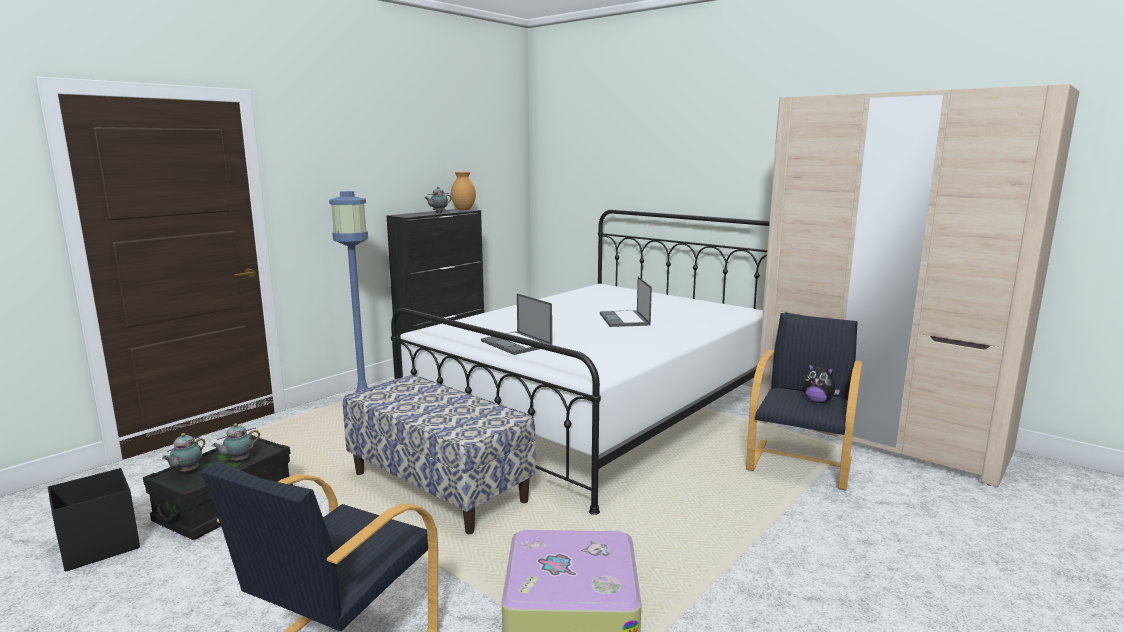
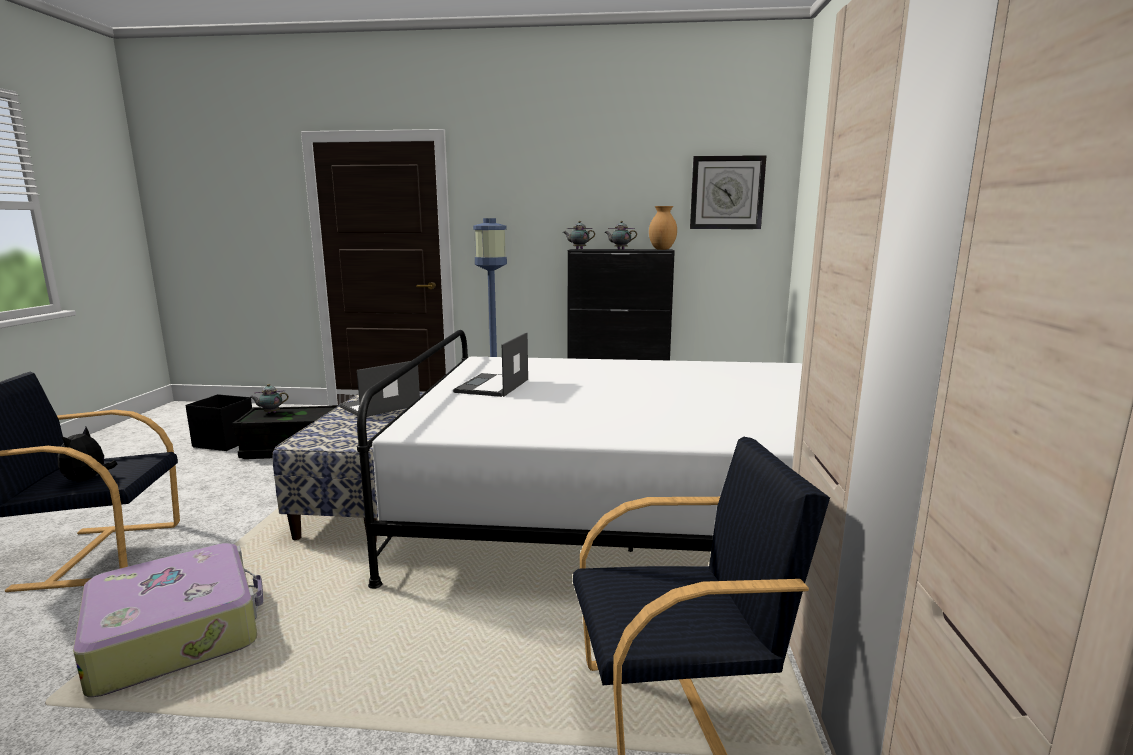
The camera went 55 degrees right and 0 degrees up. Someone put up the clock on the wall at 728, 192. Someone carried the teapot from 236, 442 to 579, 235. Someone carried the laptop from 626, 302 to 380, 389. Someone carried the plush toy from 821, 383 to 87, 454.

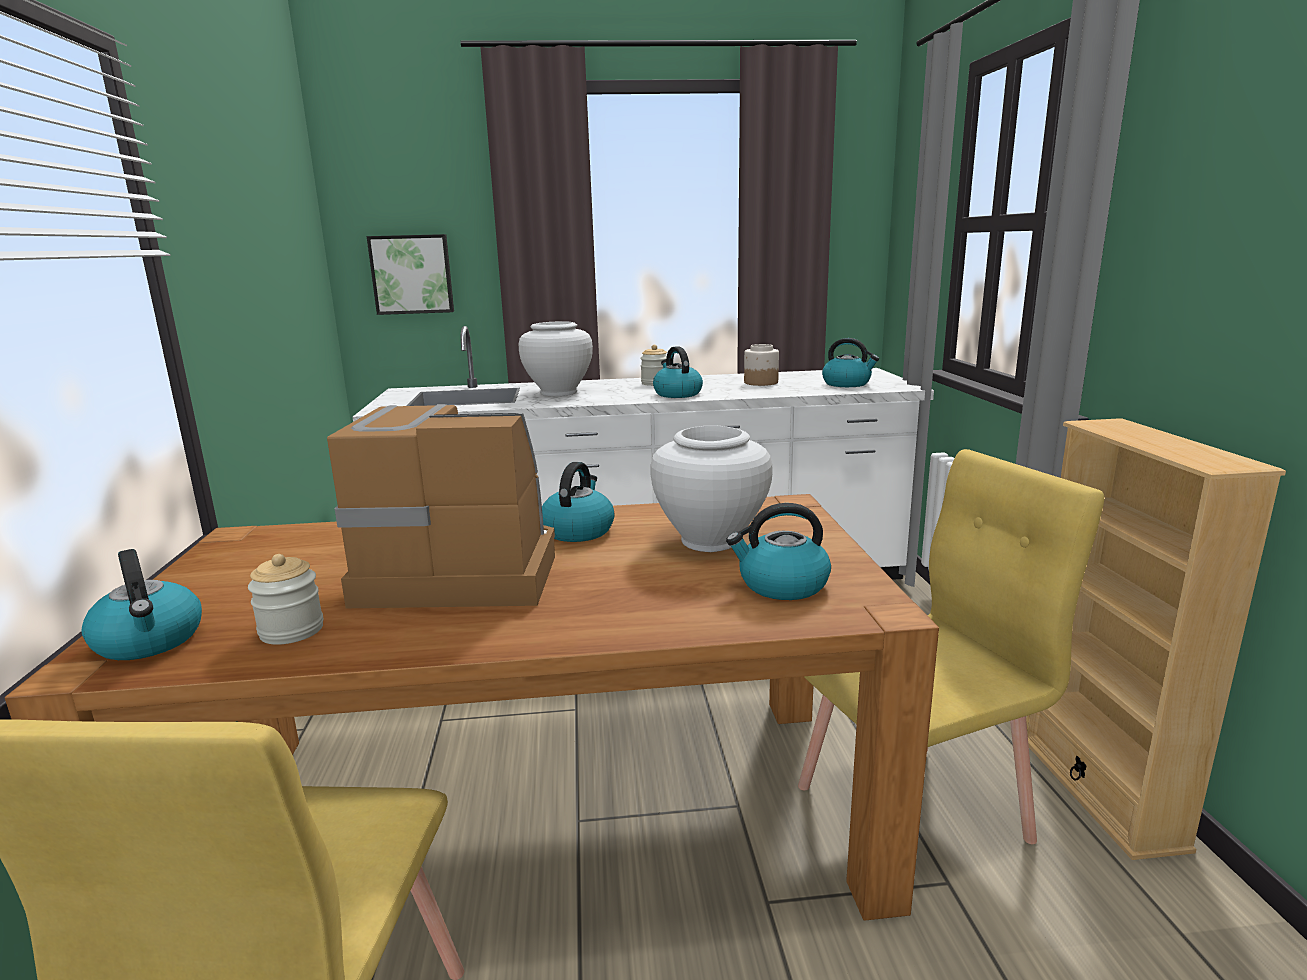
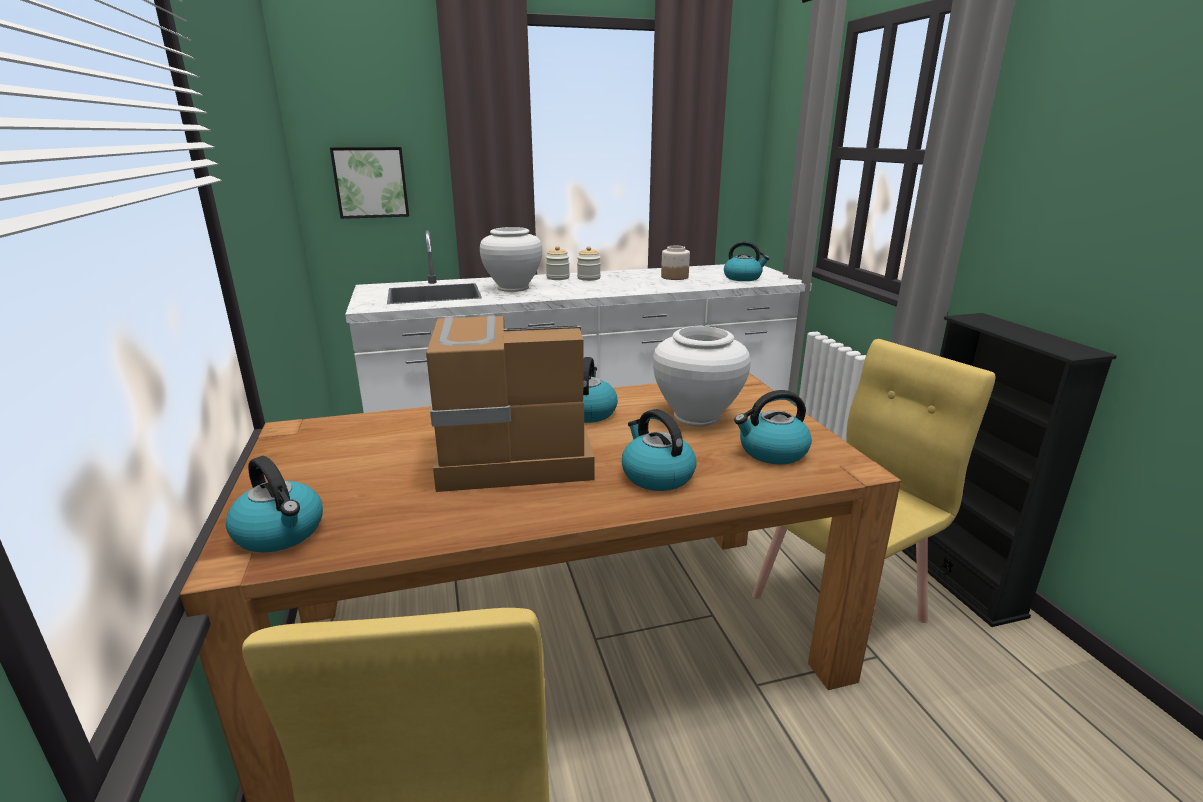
The camera went 10 degrees left and 5 degrees up. Someone carried the storage jar from 286, 599 to 558, 263. Someone carried the kettle from 678, 372 to 659, 450. Someone repainted the sand-coloured shelving unit at 1156, 639, which became the blackish shelving unit at 1009, 470.

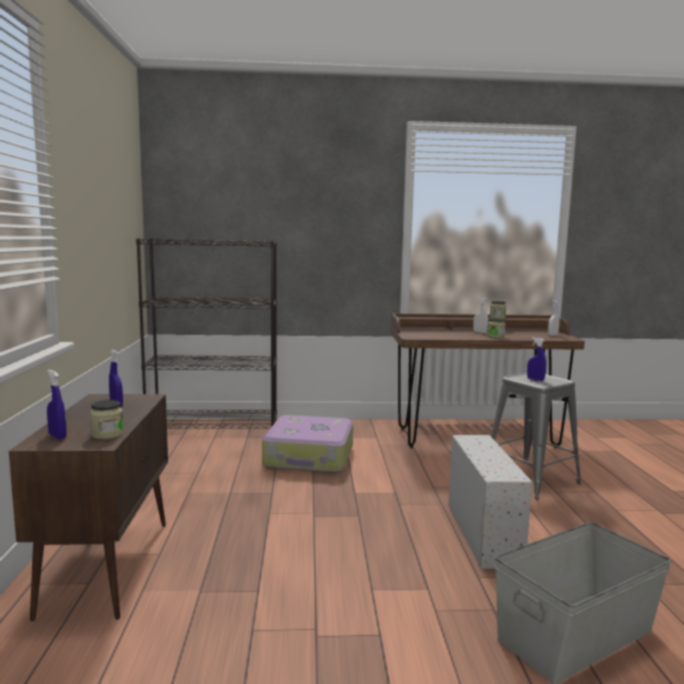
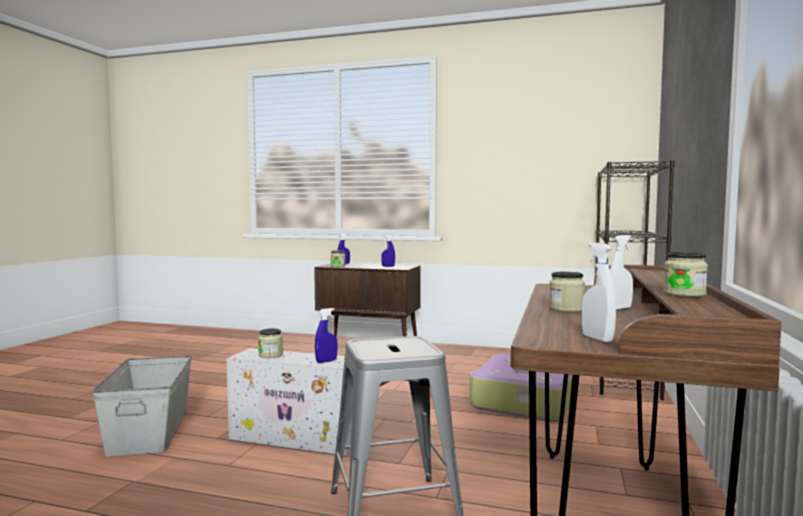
The camera went 110 degrees right and 5 degrees down. Someone put down the storage jar at 270, 343. Someone carried the blue spray bottle from 536, 359 to 326, 335.

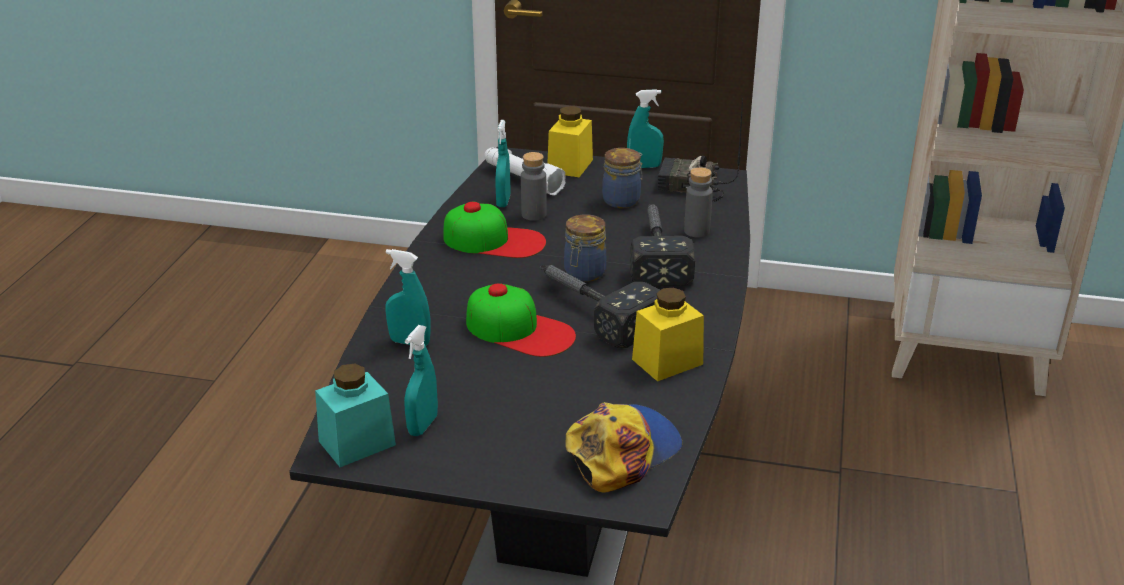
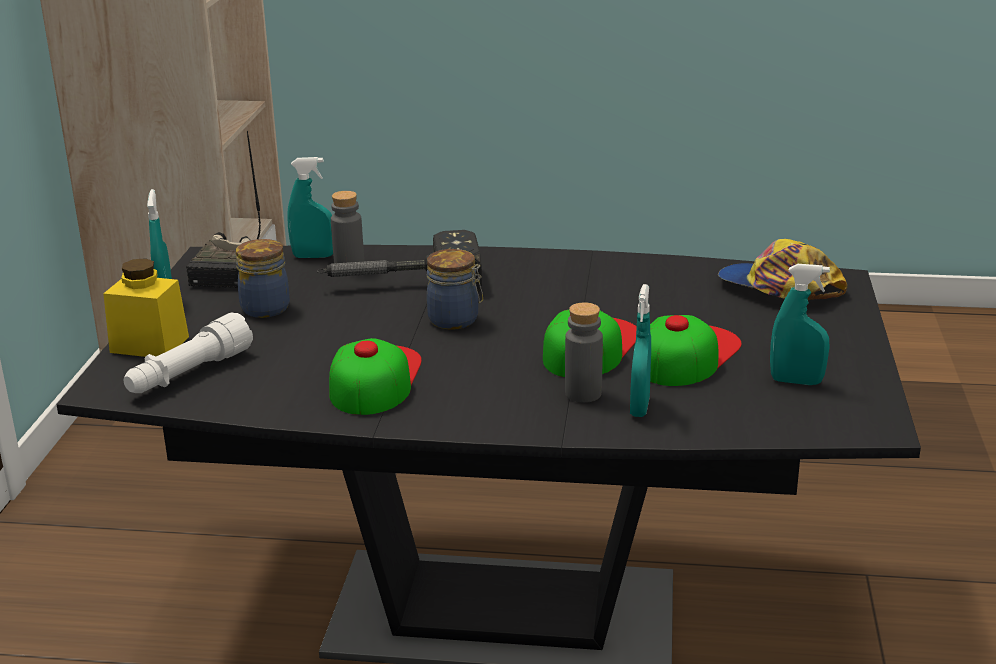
The camera went 95 degrees left and 5 degrees down. Someone took away the blue-green storage jar at 355, 415. Someone took away the hand hammer at 600, 306. Someone took away the yellow-coloured storage jar at 668, 335. Someone put down the peaked cap at 696, 350. Someone carried the blue-green spray bottle from 503, 163 to 310, 207. Someone carried the grey beverage bottle from 534, 186 to 584, 352.

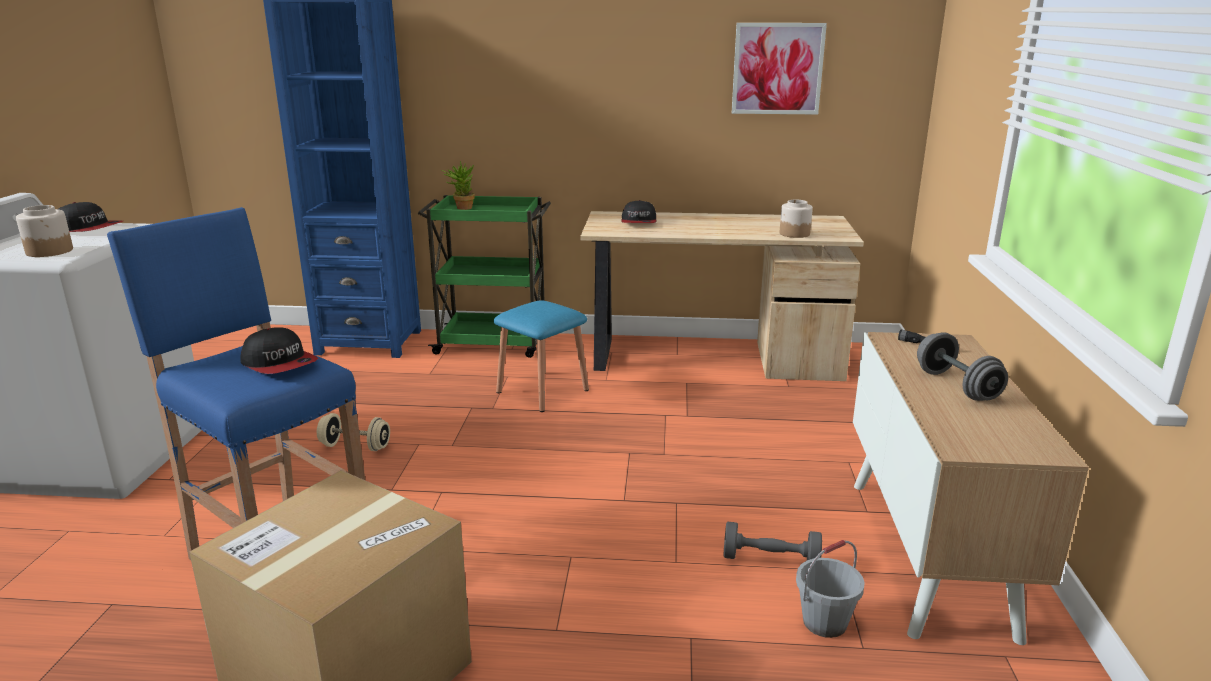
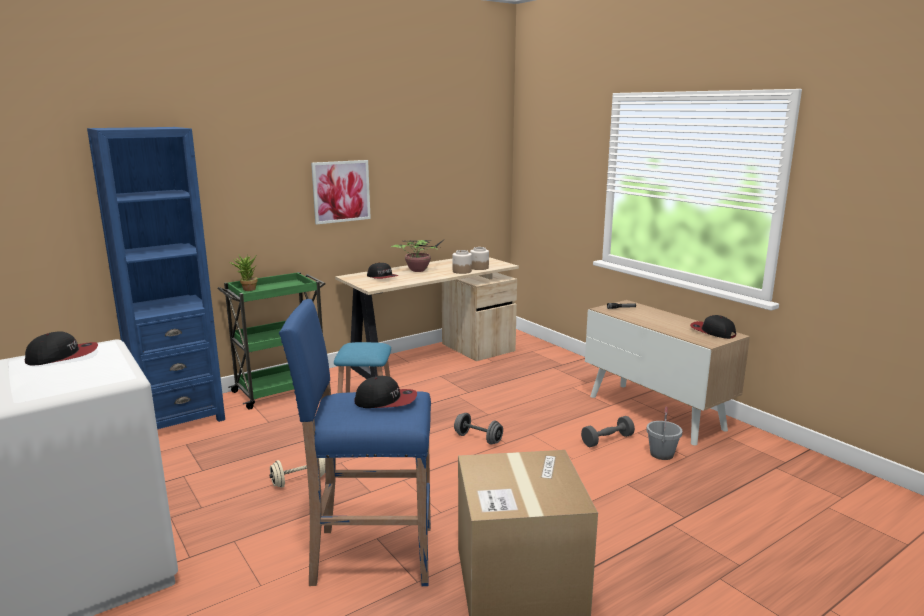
The camera went 40 degrees left and 5 degrees down. Someone put down the houseplant at 416, 256. Someone put down the peaked cap at 713, 327. Someone carried the storage jar from 44, 231 to 462, 262. Someone carried the picture from 779, 68 to 341, 192. Someone carried the grey hand weight from 962, 366 to 478, 429.

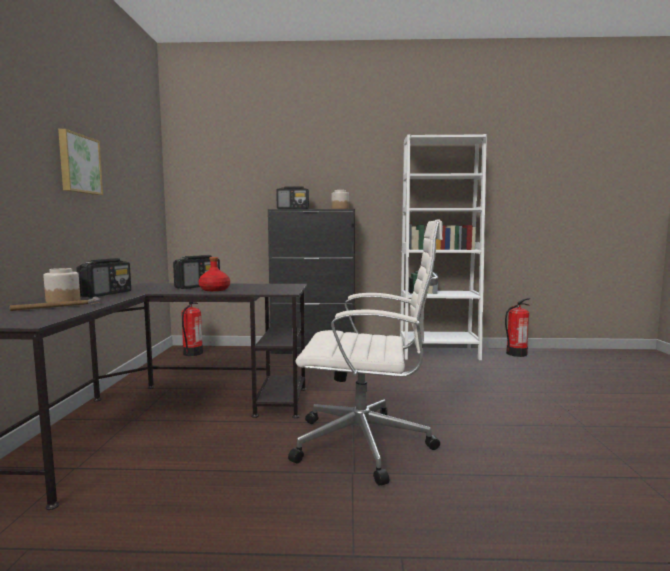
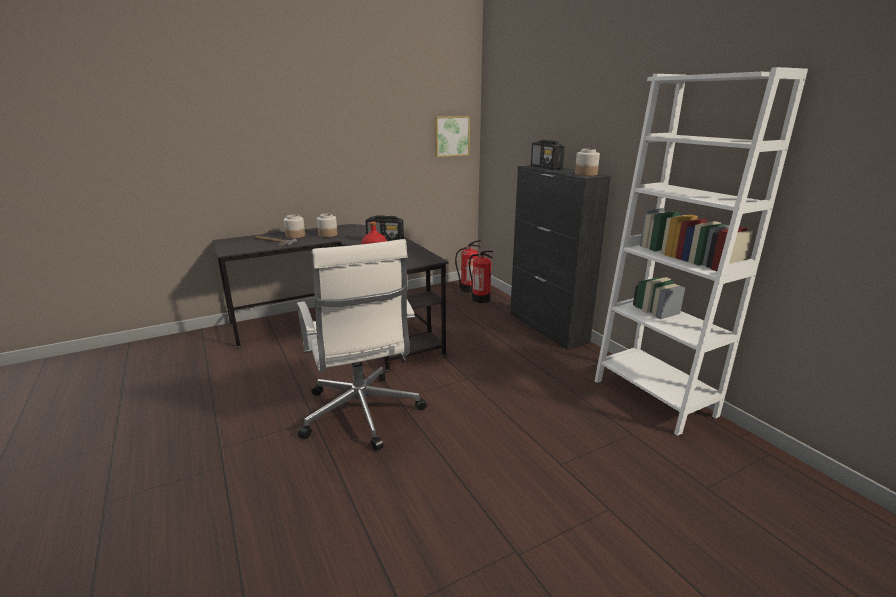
The camera went 60 degrees right and 15 degrees up. Someone carried the picture from 80, 162 to 452, 136. Someone carried the fire extinguisher from 517, 327 to 481, 276. Someone swapped the radio at 103, 278 for the storage jar at 327, 225.

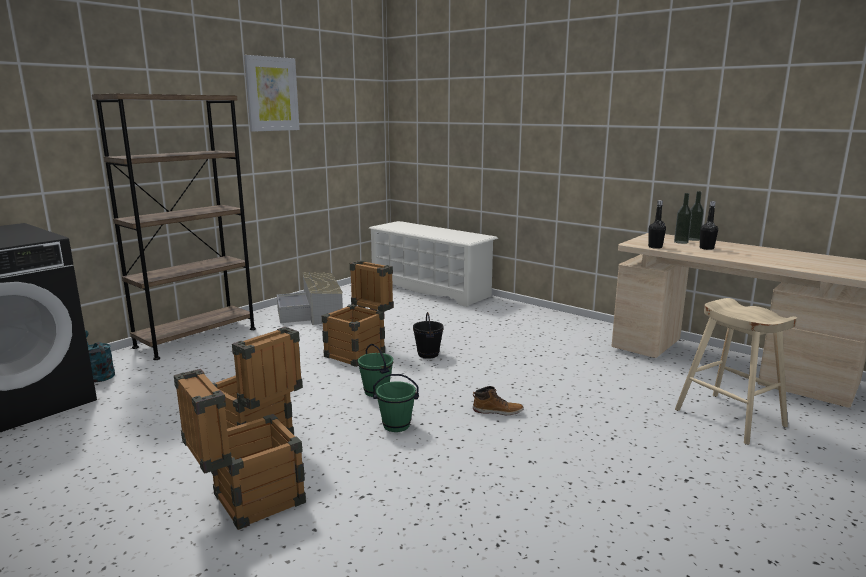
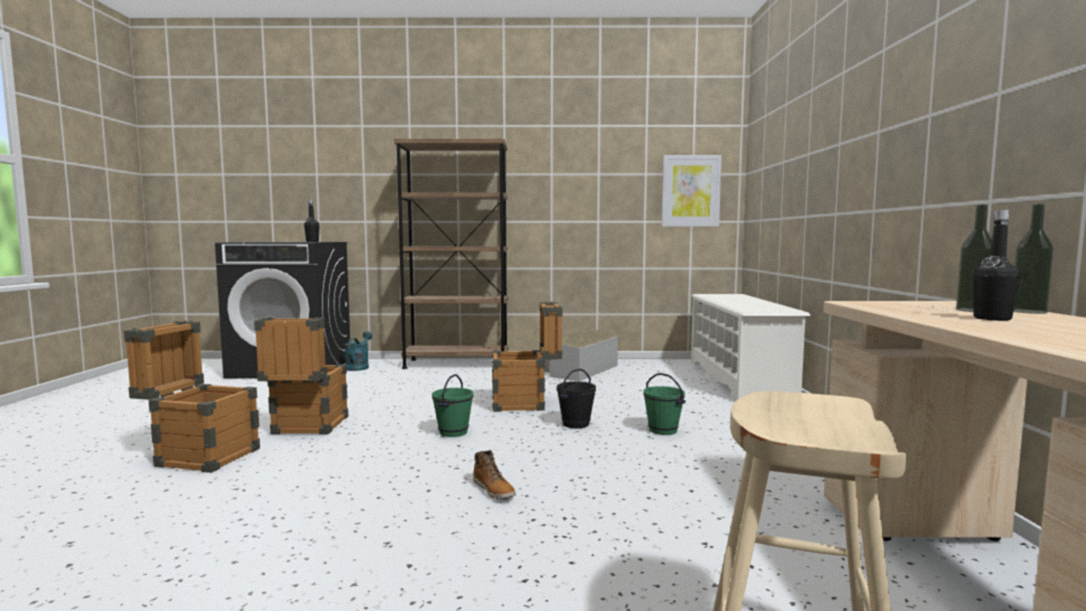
The camera went 50 degrees right and 10 degrees down. Someone carried the picture from 272, 93 to 692, 191. Someone carried the green bucket from 396, 403 to 664, 404. Someone carried the blackish beverage bottle from 657, 224 to 312, 221.

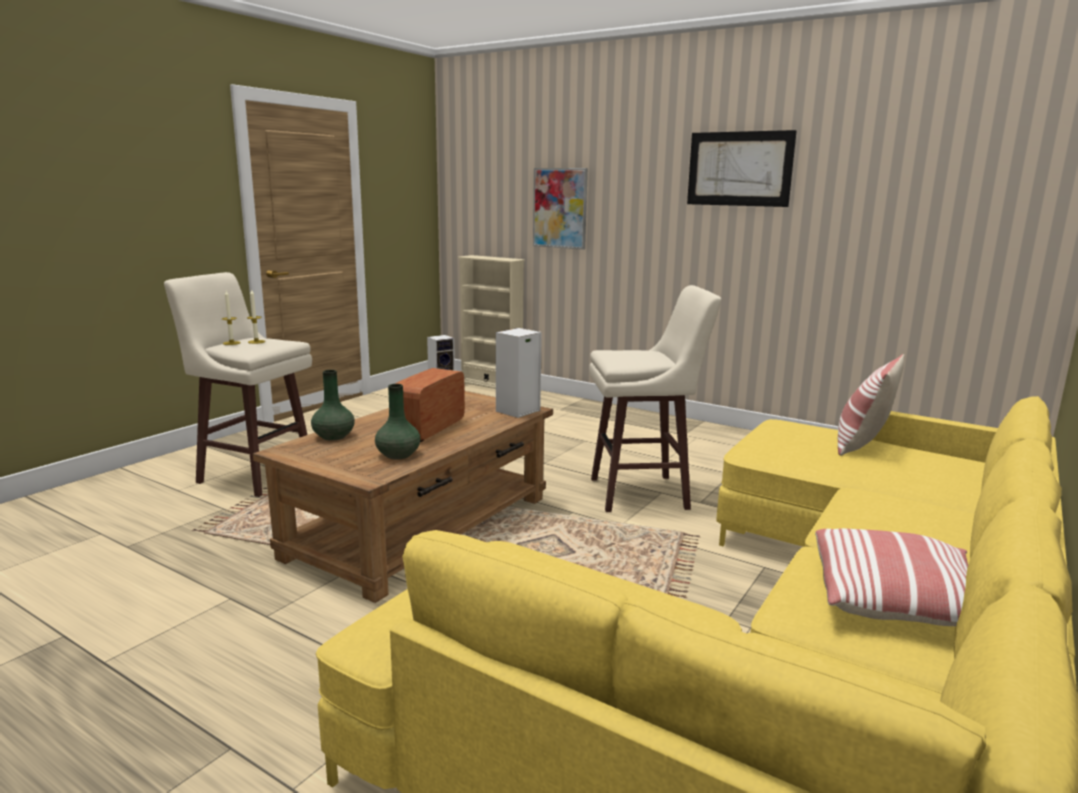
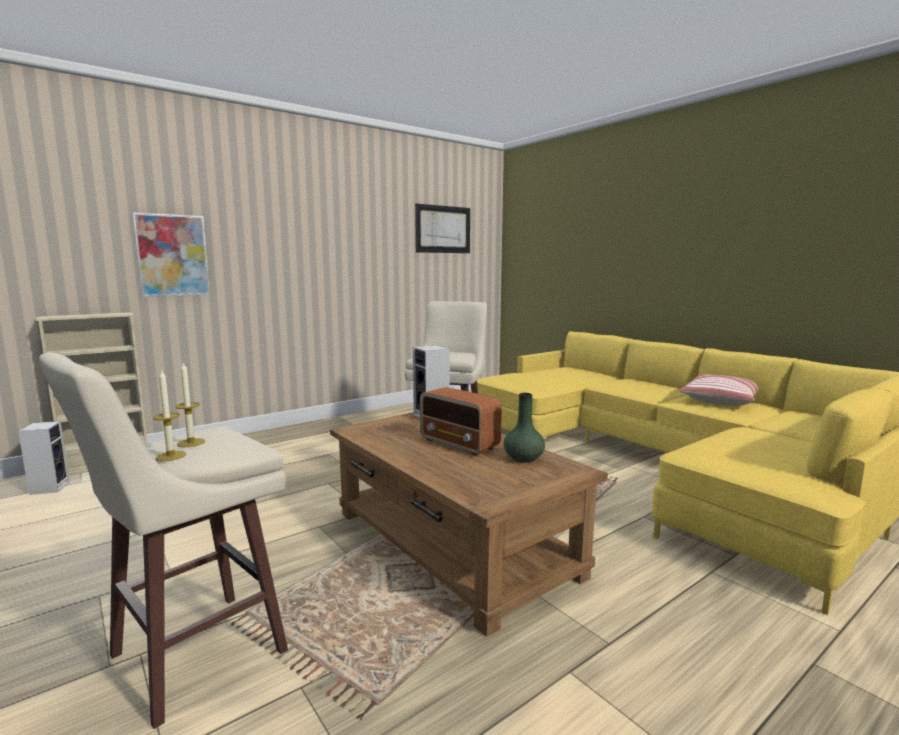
The camera went 70 degrees left and 5 degrees down. Someone took away the green flower vase at 333, 405. Someone took away the throw pillow at 871, 405. Someone carried the picture from 742, 168 to 442, 228.

